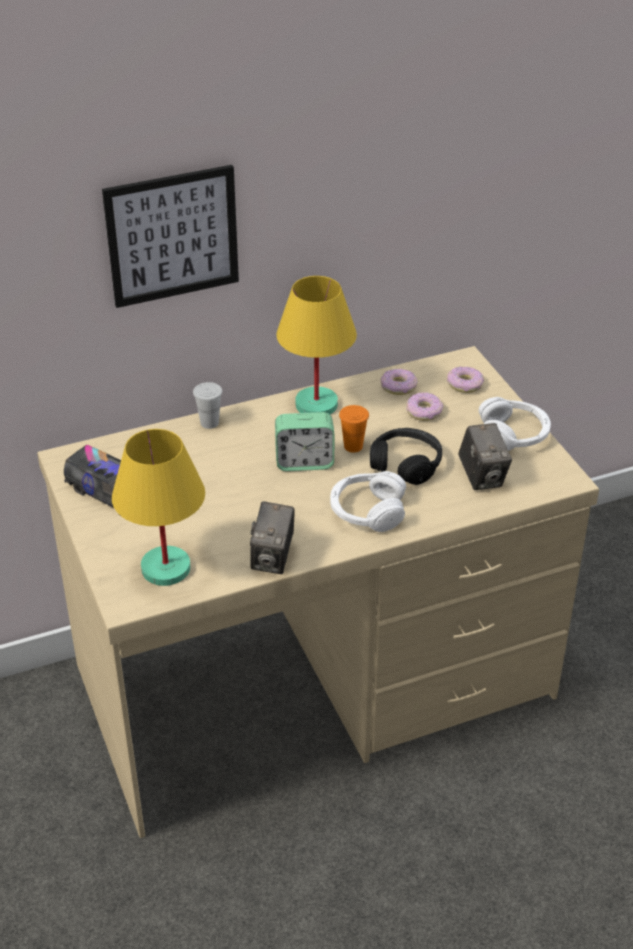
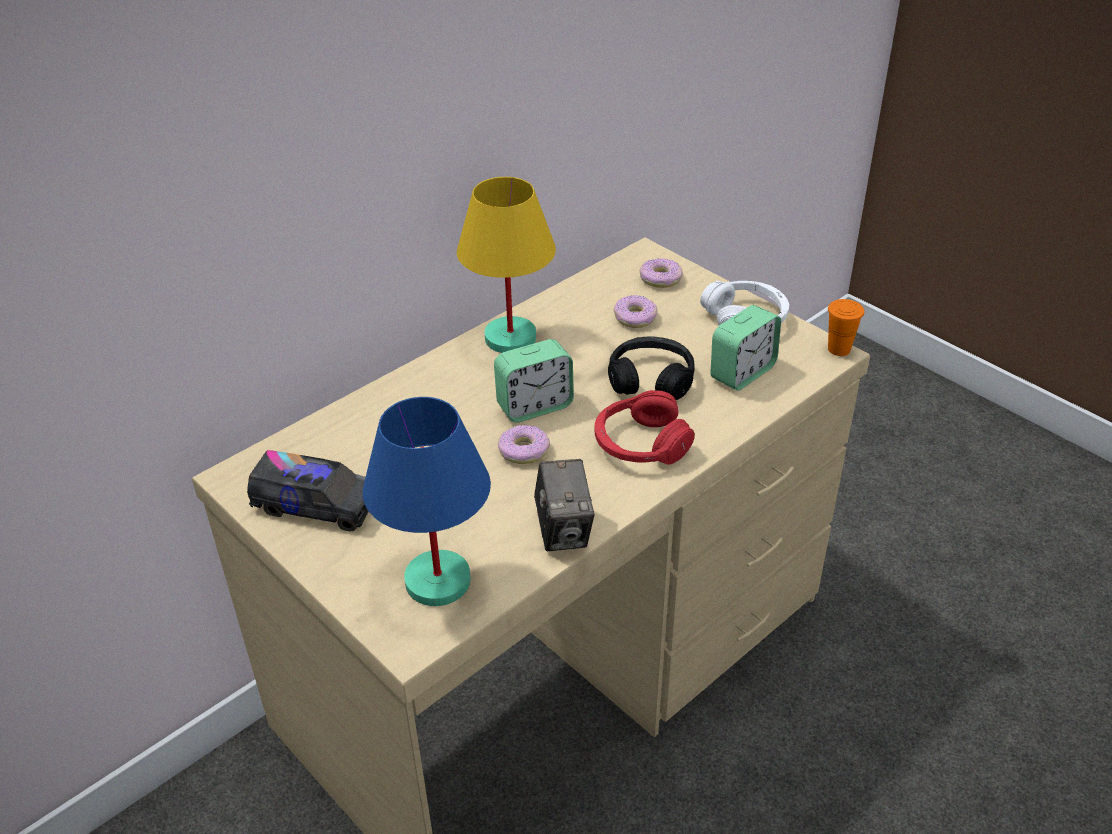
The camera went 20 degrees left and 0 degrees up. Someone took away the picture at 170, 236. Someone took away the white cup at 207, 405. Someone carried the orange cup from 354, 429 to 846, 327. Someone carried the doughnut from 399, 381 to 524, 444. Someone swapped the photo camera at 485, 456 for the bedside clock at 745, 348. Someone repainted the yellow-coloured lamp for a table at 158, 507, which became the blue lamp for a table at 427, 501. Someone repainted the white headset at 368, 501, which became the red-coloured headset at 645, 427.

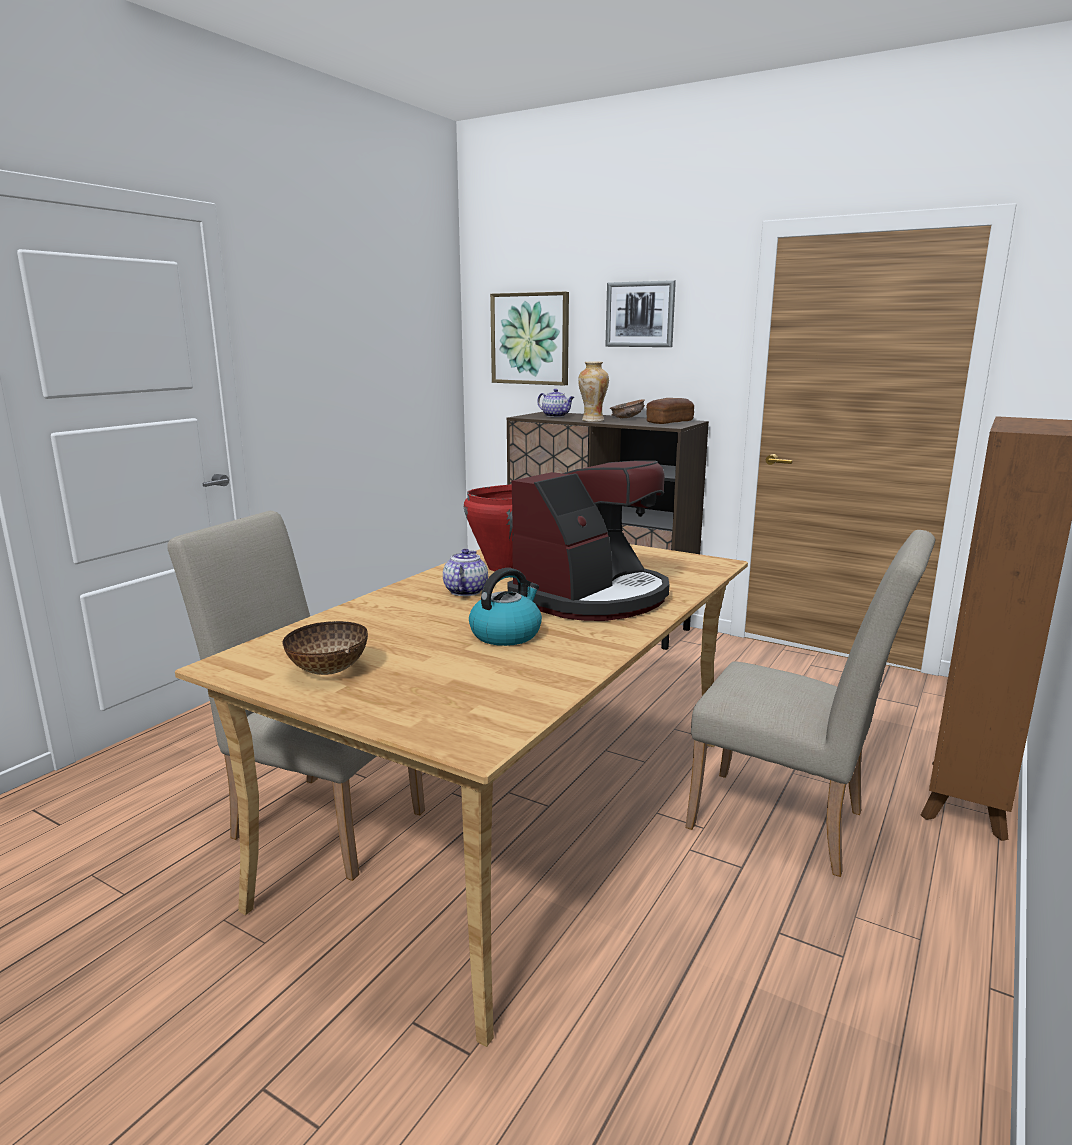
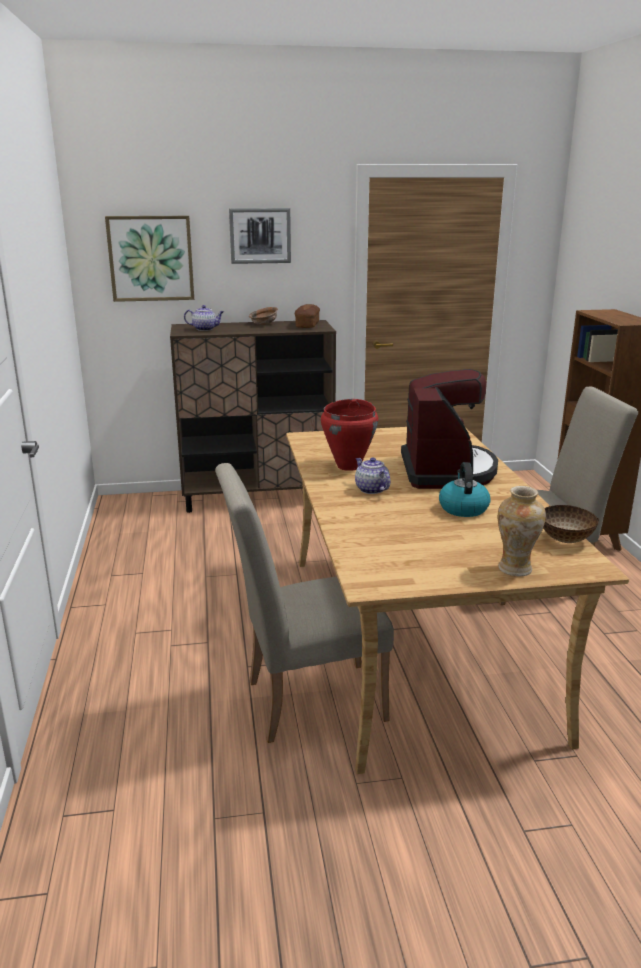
The camera went 40 degrees left and 5 degrees up. Someone carried the bowl from 325, 648 to 571, 524. Someone carried the flower vase from 593, 391 to 522, 531.

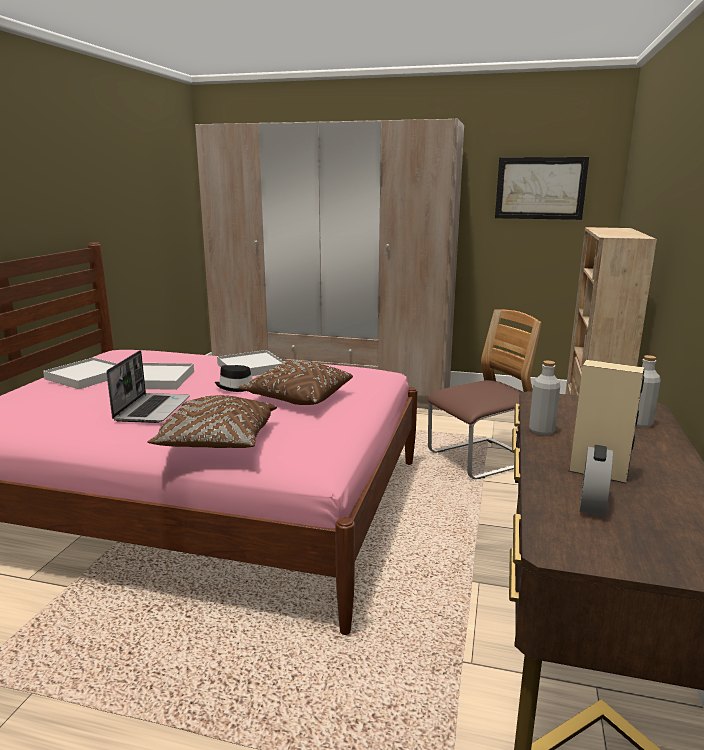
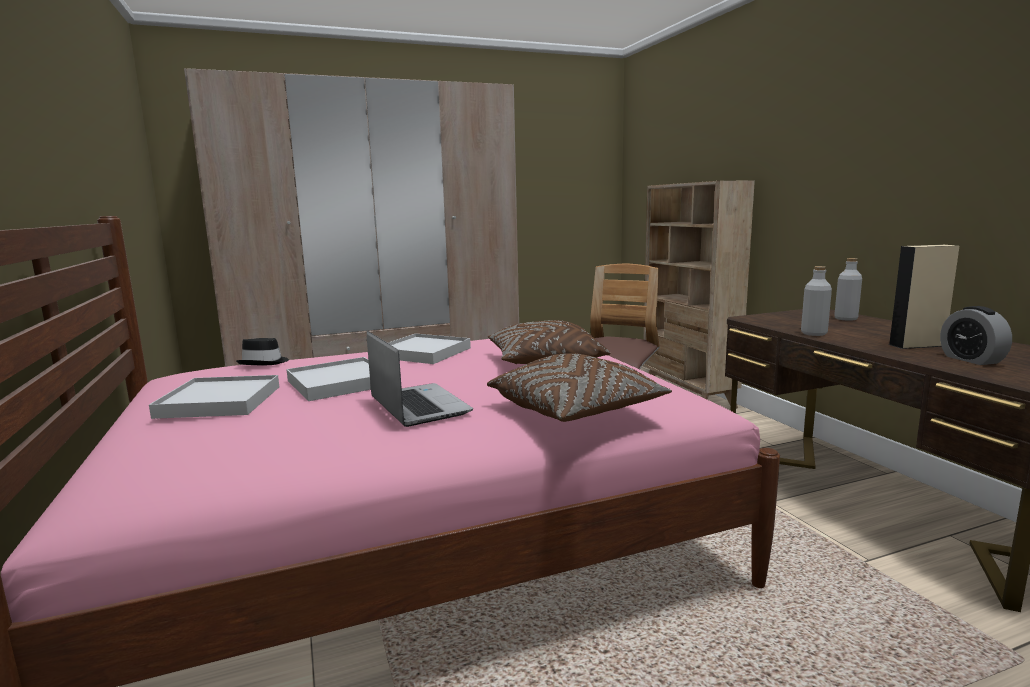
The camera went 35 degrees left and 5 degrees down. Someone took away the picture at 542, 188. Someone carried the blackish hat from 233, 378 to 262, 351.

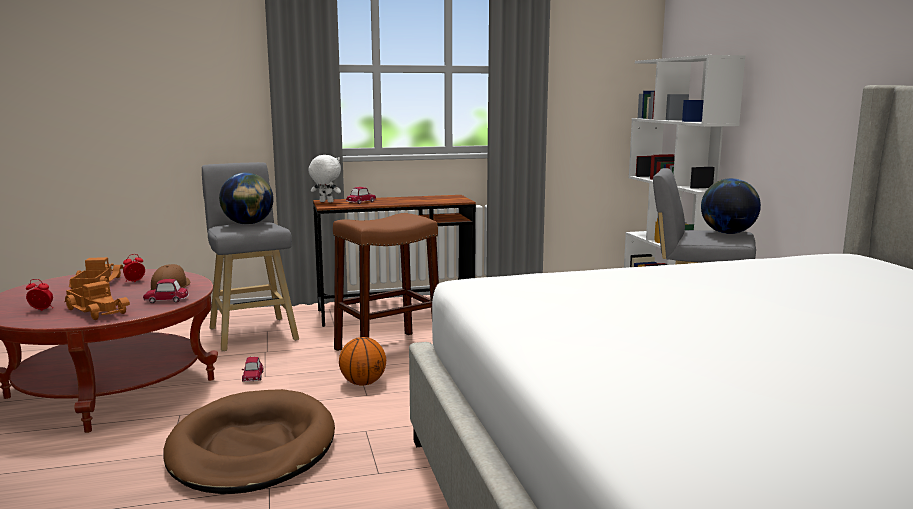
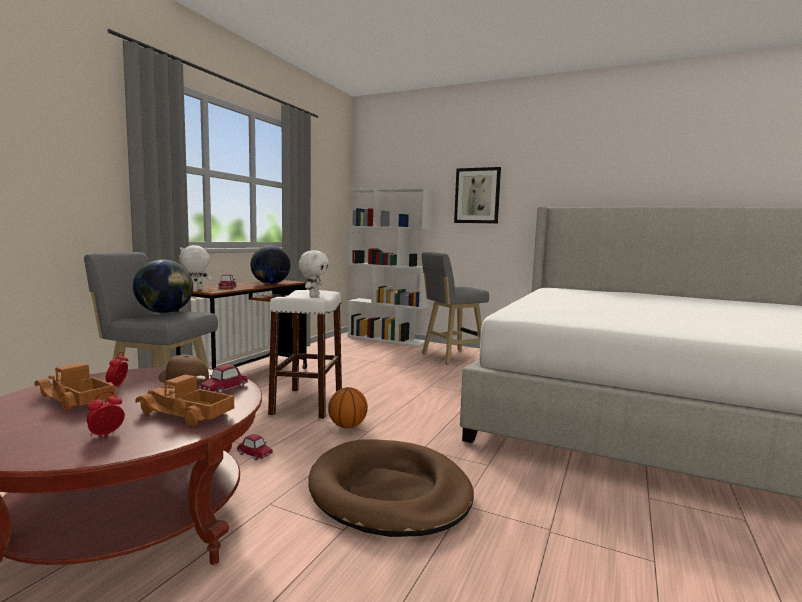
The camera went 50 degrees left and 5 degrees down. Someone put down the white plush toy at 314, 273. Someone put up the picture at 477, 195. Someone carried the world globe from 731, 206 to 270, 265. Someone repainted the brown stool at 386, 282, which became the white stool at 305, 354. Someone rotated the model truck at 97, 300 by 150 degrees counterclockwise.

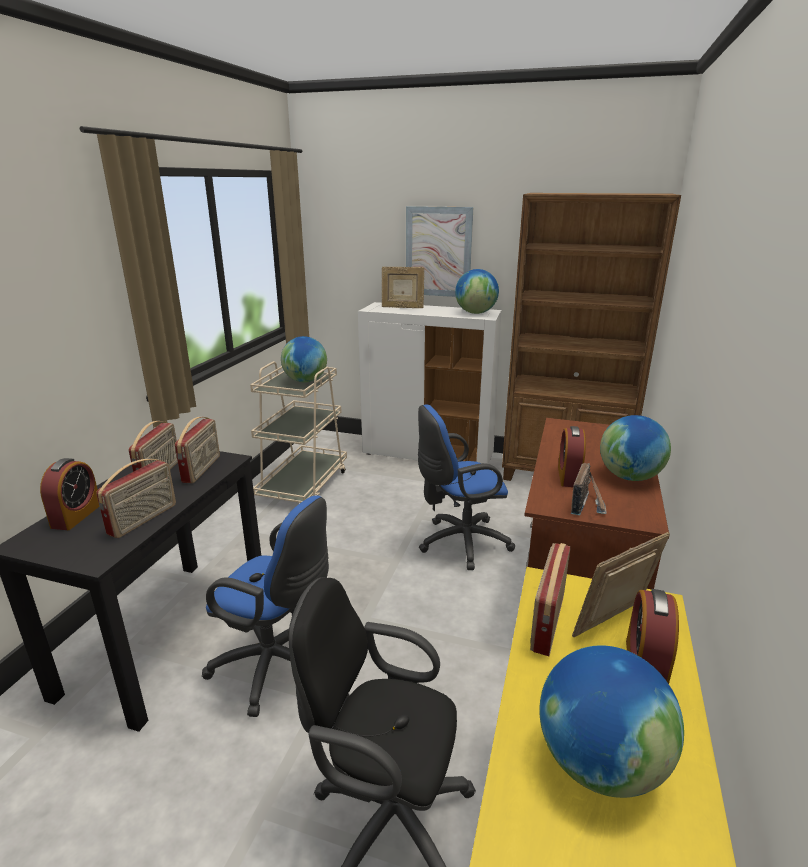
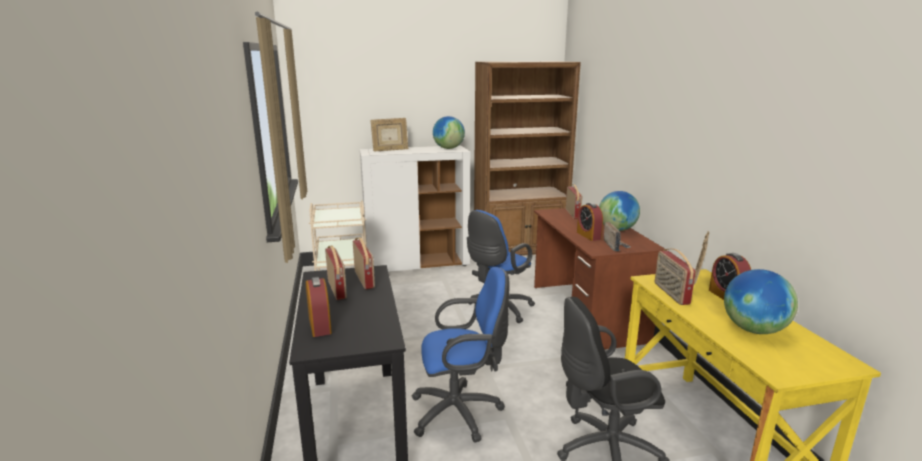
The camera went 30 degrees left and 5 degrees down. Someone took away the world globe at 304, 359. Someone took away the picture at 439, 251. Someone carried the radio from 136, 498 to 574, 201.

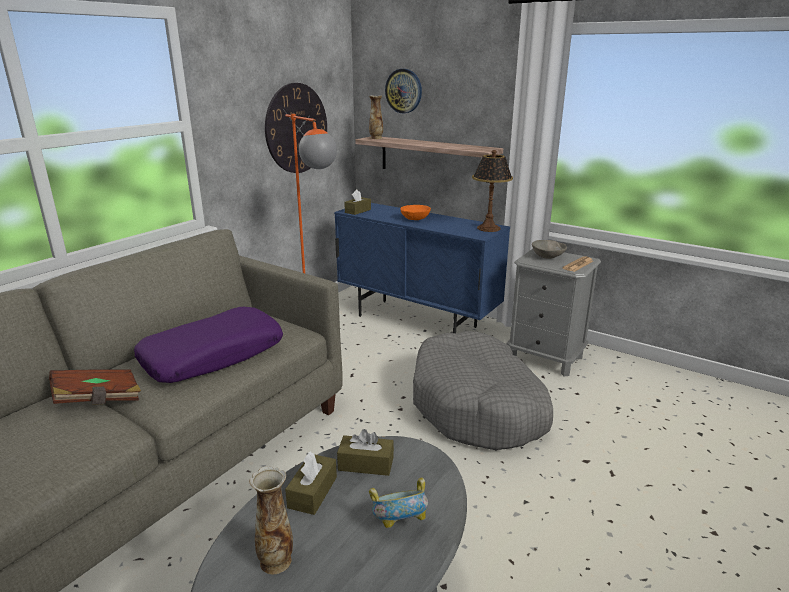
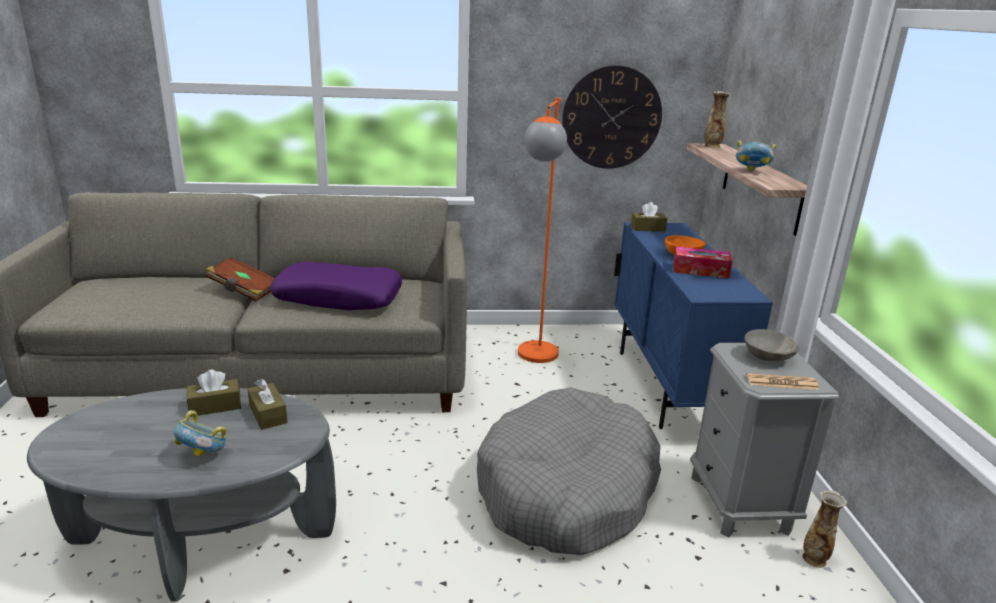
The camera went 50 degrees right and 0 degrees up. Someone took away the clock on the wall at 403, 91. Someone took away the lamp for a table at 492, 191. Someone put down the tissue box at 702, 262. Someone put down the bowl at 756, 156. Someone carried the flower vase from 271, 520 to 824, 529.

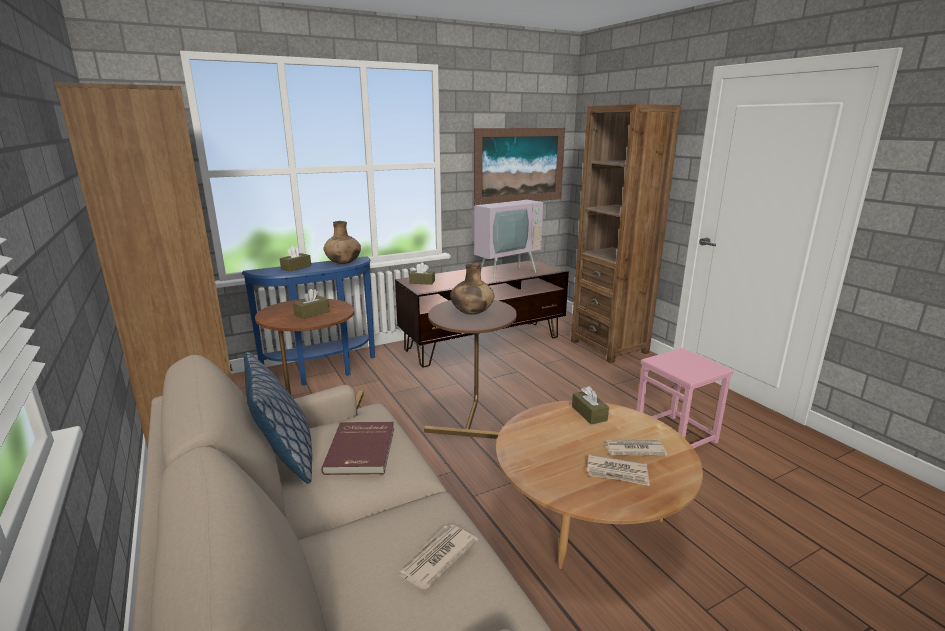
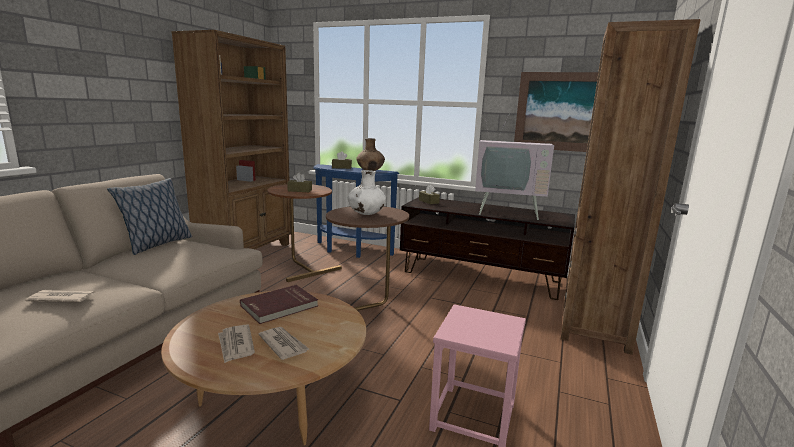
The camera went 50 degrees right and 5 degrees down. Someone took away the brown tissue box at 590, 405. Someone carried the red-coloured bound book from 357, 448 to 279, 304. Someone repainted the brown flower vase at 472, 288, which became the white flower vase at 367, 192.

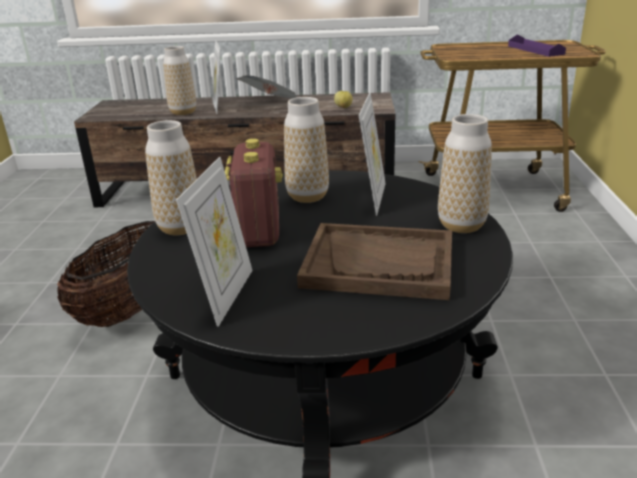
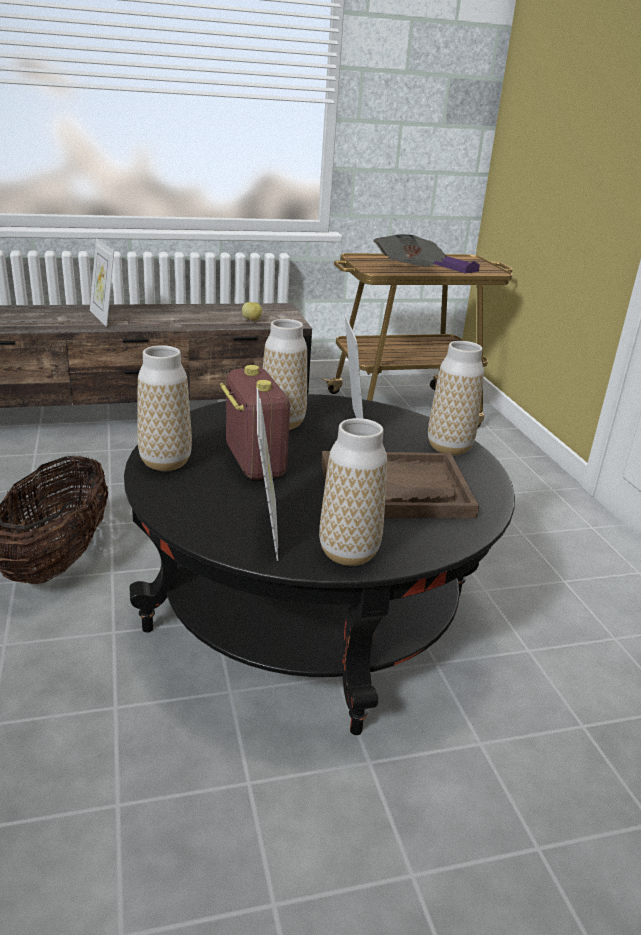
The camera went 20 degrees left and 0 degrees up. Someone carried the flower vase from 179, 80 to 353, 492. Someone carried the newspaper from 267, 87 to 410, 250.

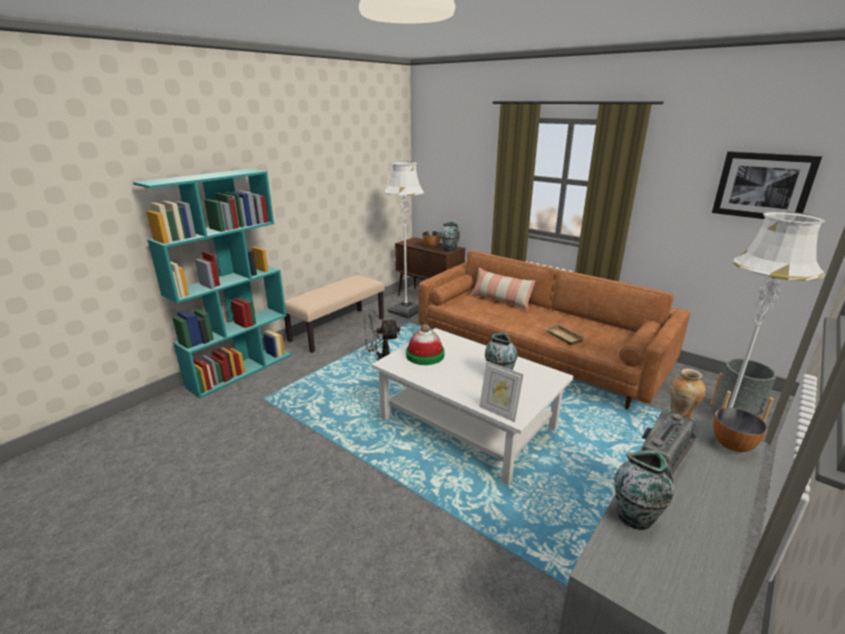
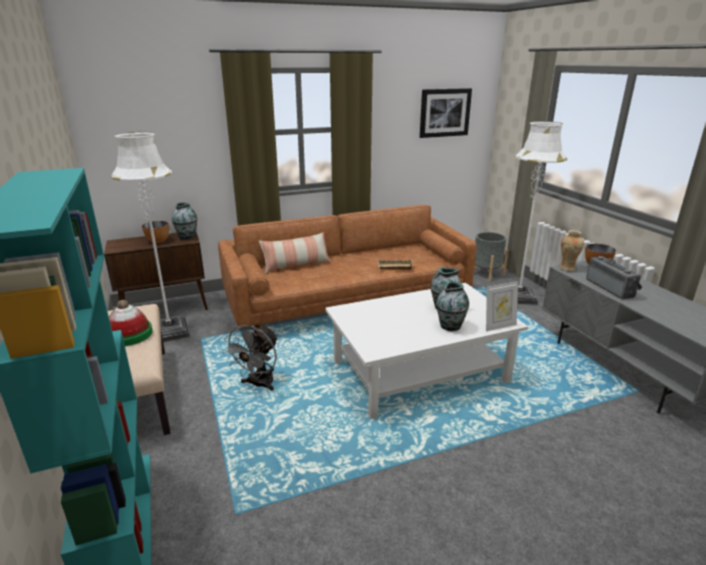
The camera went 60 degrees left and 0 degrees up. Someone carried the hat from 425, 344 to 131, 323. Someone carried the flower vase from 644, 490 to 452, 306.

